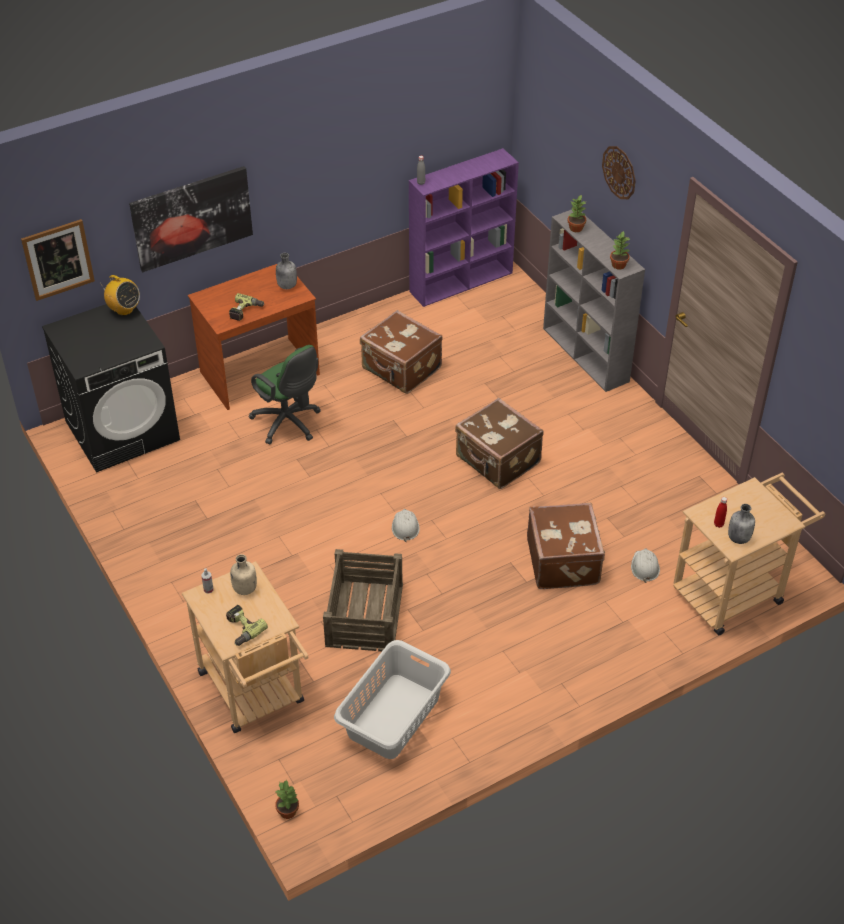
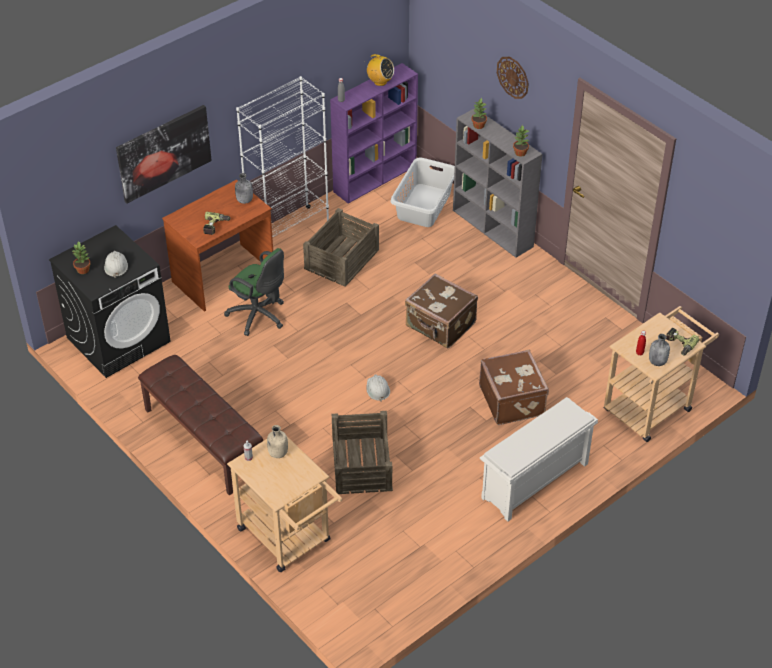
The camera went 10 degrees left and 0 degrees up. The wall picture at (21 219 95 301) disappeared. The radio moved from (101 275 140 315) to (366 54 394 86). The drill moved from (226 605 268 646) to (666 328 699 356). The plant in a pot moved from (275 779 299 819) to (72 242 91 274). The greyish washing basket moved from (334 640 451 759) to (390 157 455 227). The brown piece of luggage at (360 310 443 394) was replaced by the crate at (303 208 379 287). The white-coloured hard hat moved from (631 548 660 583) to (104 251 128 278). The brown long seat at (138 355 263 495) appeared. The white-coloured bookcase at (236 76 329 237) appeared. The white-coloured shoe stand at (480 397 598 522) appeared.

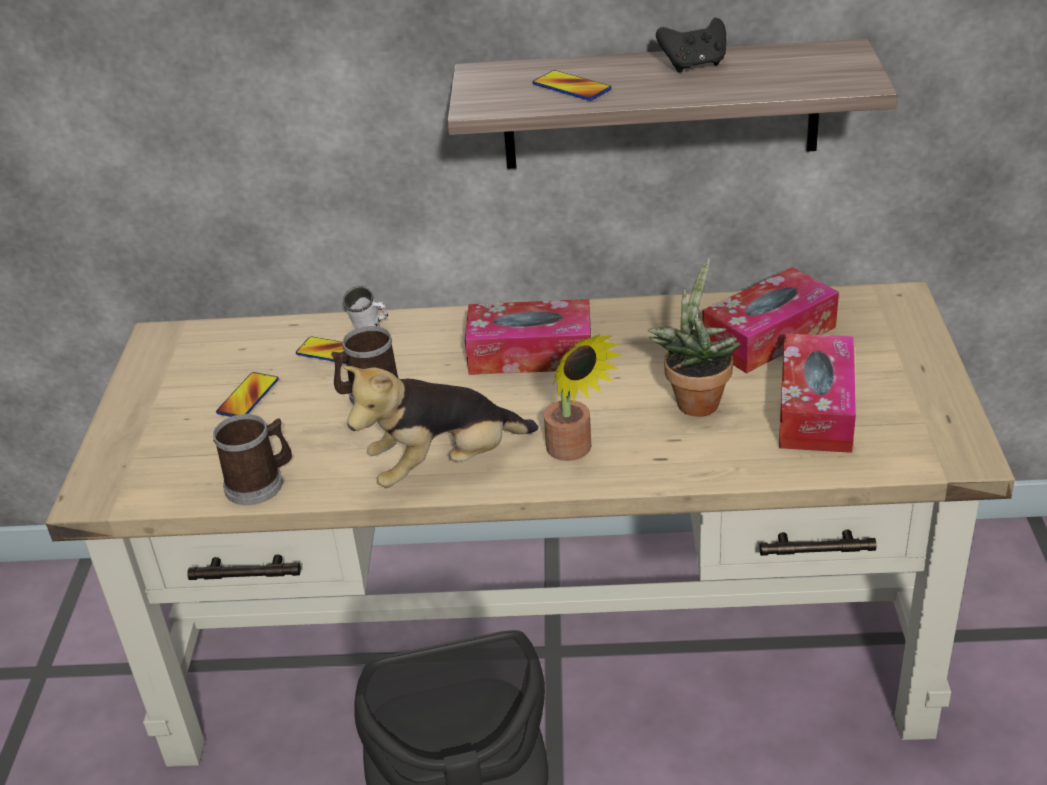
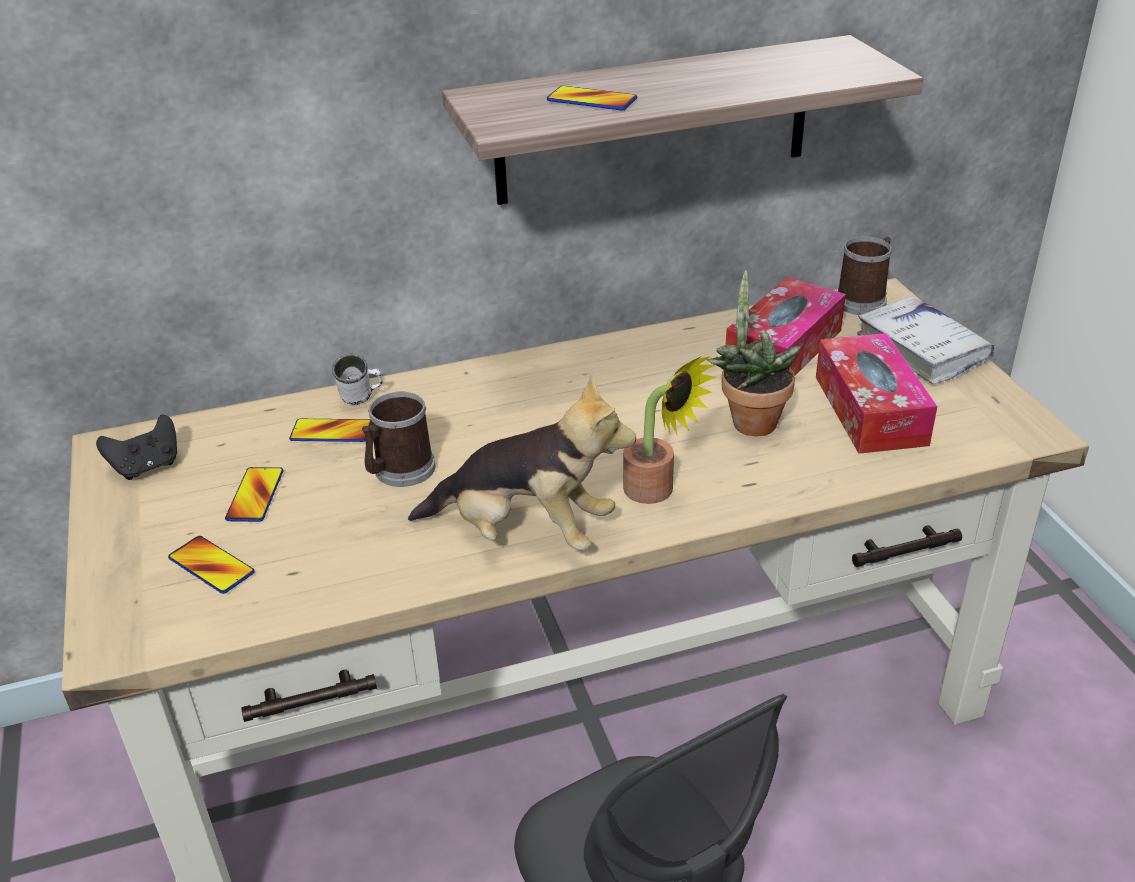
The camera went 20 degrees left and 0 degrees up. The tea mug moved from (213 414 292 505) to (837 237 892 315). The plush toy at (342 366 538 488) turned 120 degrees counterclockwise. The tissue box at (465 299 591 375) disappeared. The black game controller moved from (656 18 726 73) to (96 415 177 480). The telephone at (168 536 255 594) appeared. The white-coloured volume at (857 296 995 384) appeared.

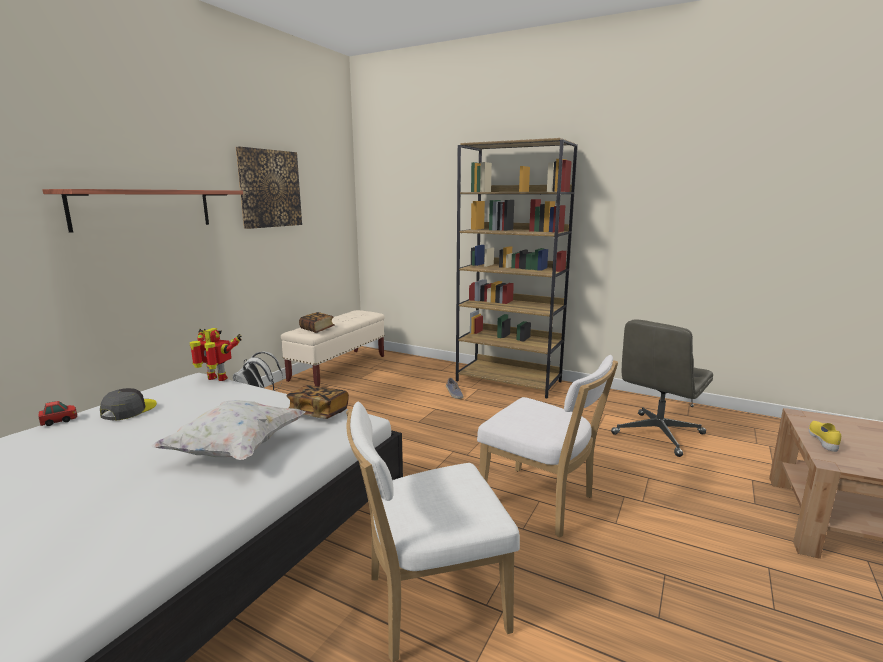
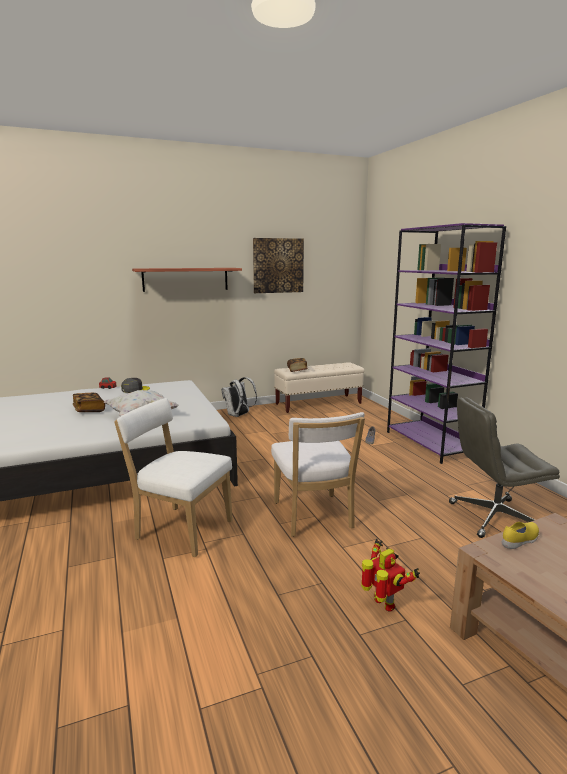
The camera went 40 degrees right and 0 degrees up. The toy robot moved from (190 328 241 381) to (361 538 420 612). The volume moved from (287 385 349 419) to (73 393 105 412). The brown bookcase at (456 138 578 399) became the purple-coloured bookcase at (387 223 506 464).

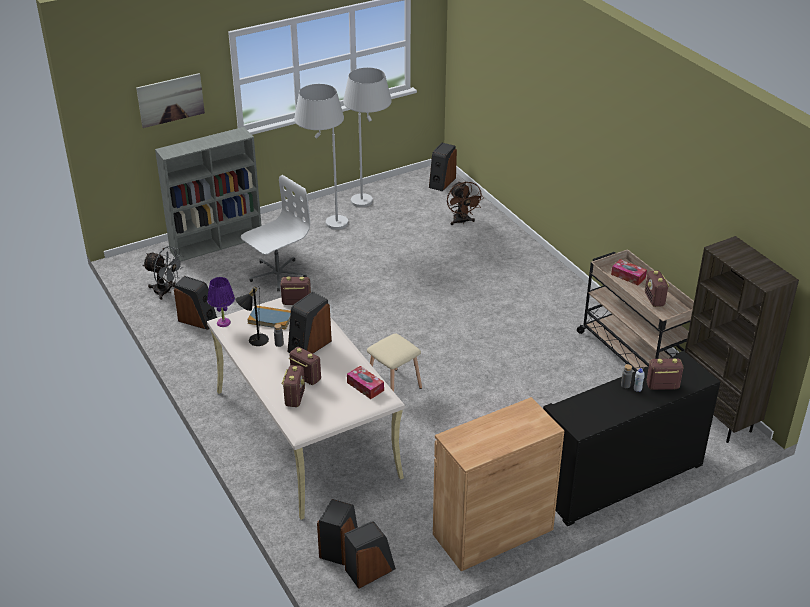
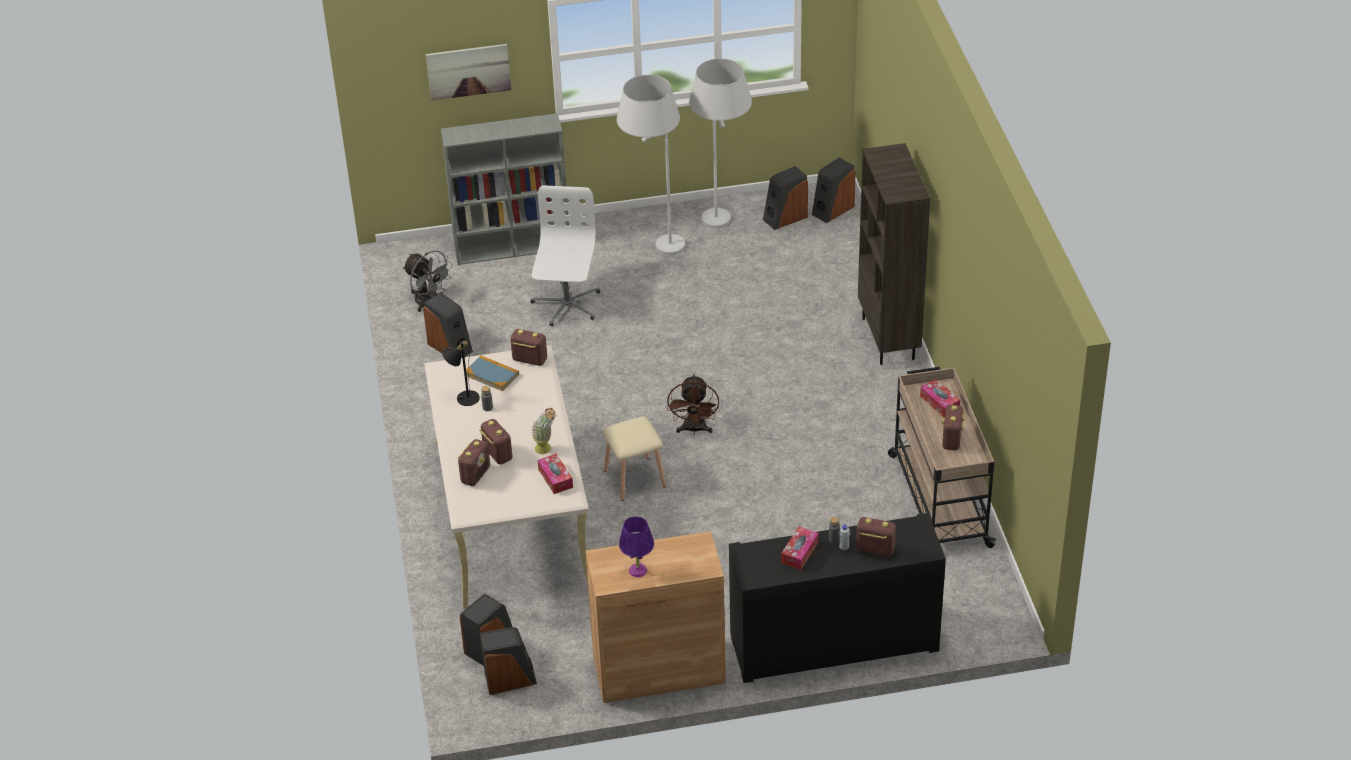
The camera went 20 degrees right and 5 degrees up. The purple-coloured tabletop lamp moved from (207 277 235 327) to (619 517 654 577). The white-coloured computer chair at (241 175 310 291) turned 60 degrees counterclockwise. The audio speaker moved from (288 292 332 354) to (763 166 808 230). The brown fan moved from (447 181 484 225) to (667 374 719 435). The brown bookcase moved from (685 236 799 443) to (858 143 930 365). The plant in a pot at (532 408 556 454) appeared. The tissue box at (781 527 818 570) appeared.

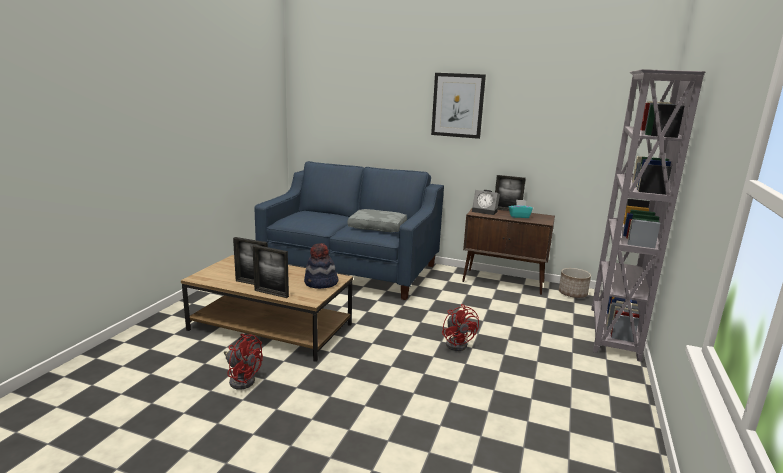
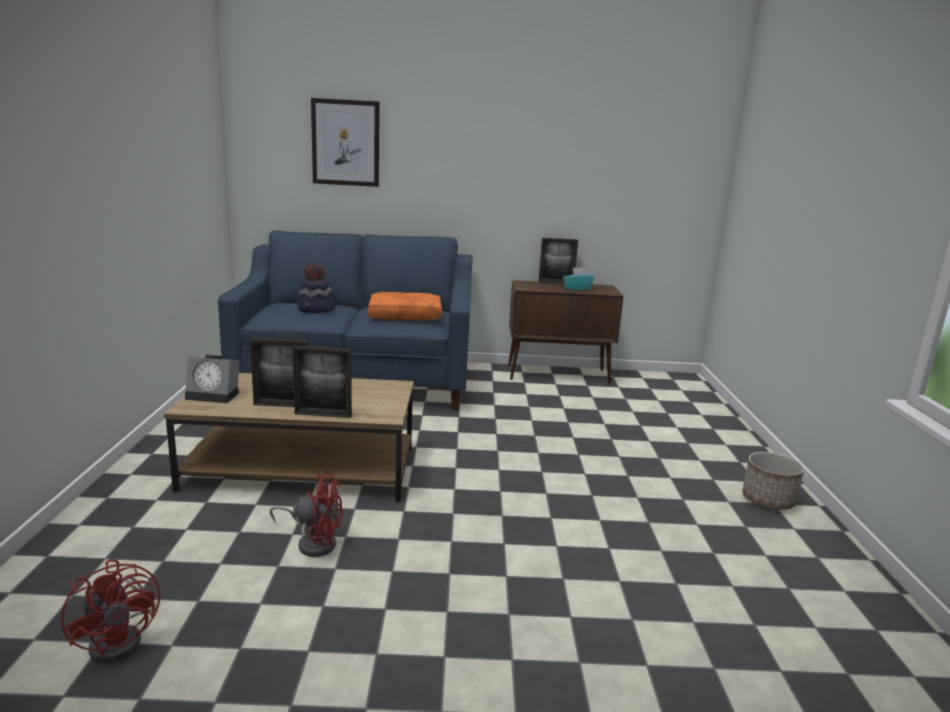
The camera went 20 degrees left and 0 degrees up. The clothing hat moved from (304 243 339 289) to (298 263 335 313). The greyish throw pillow at (347 209 407 232) became the orange throw pillow at (368 292 442 320). The wall picture moved from (431 73 486 139) to (311 98 380 187). The red fan moved from (442 304 479 351) to (61 559 160 663). The alarm clock moved from (472 190 500 215) to (185 355 240 403). The plant pot moved from (559 268 591 298) to (742 452 804 510). The greyish bookcase at (591 69 706 362) disappeared.

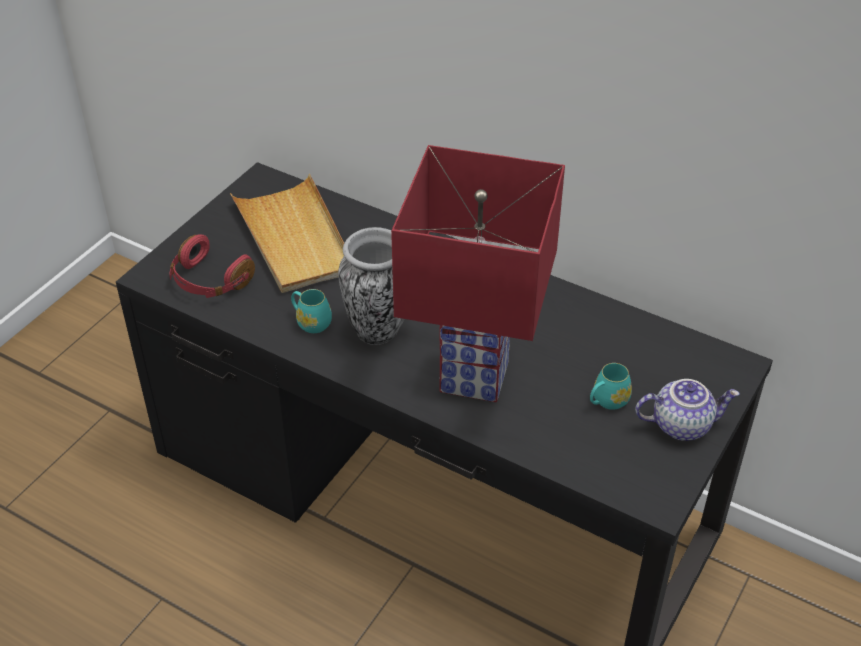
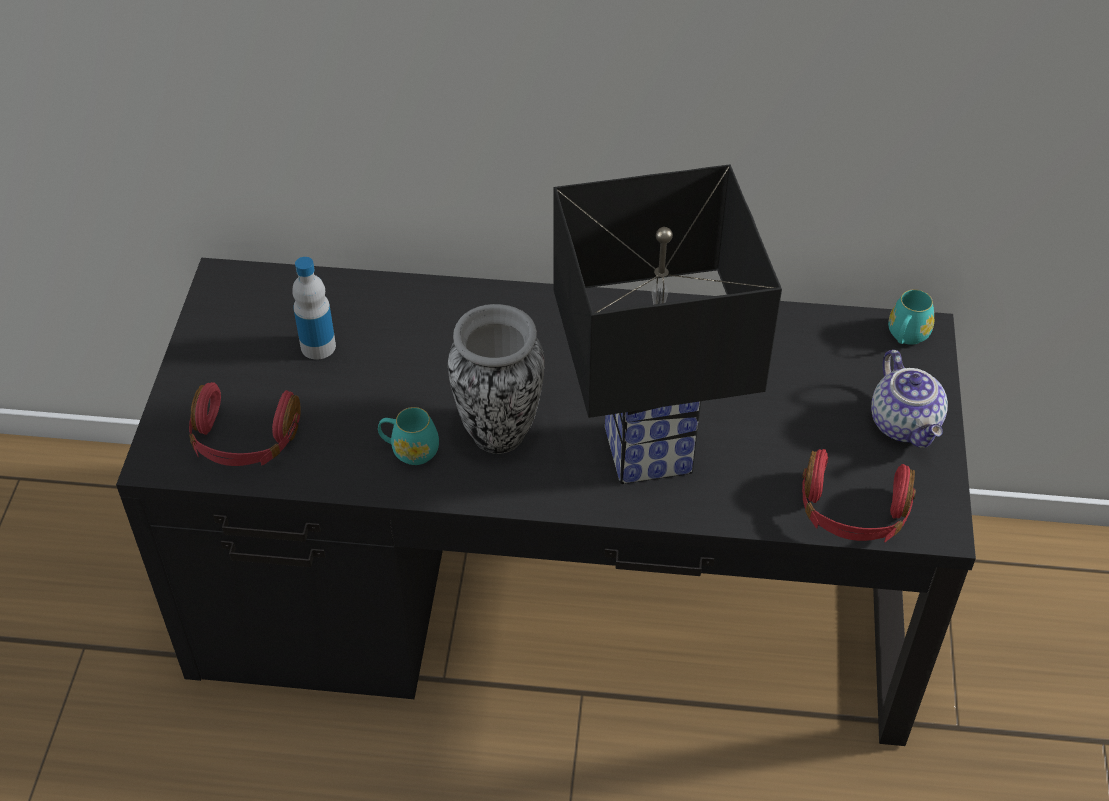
The camera went 25 degrees left and 5 degrees up. The beige carrying tray at (230 174 344 293) was replaced by the drink bottle at (292 257 336 360). The red tabletop lamp at (391 145 565 402) became the black tabletop lamp at (554 164 782 484). The turquoise tea mug moved from (590 363 632 410) to (888 289 934 345). The teapot at (635 379 740 441) turned 105 degrees clockwise. The red pair of headphones at (802 449 916 542) appeared.

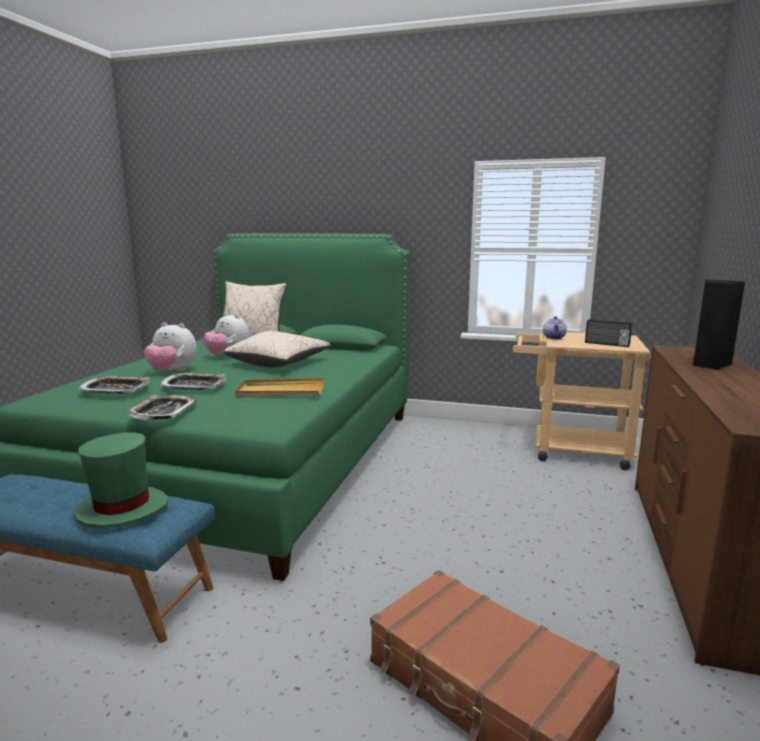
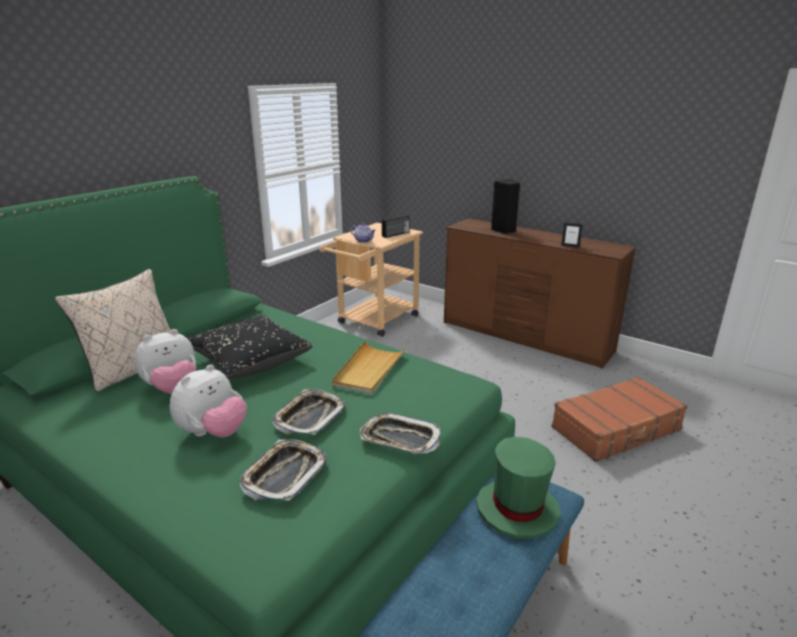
The camera went 70 degrees left and 10 degrees up. The beige throw pillow at (224 331 330 367) became the black throw pillow at (187 315 312 379). The picture frame at (561 222 583 248) appeared.

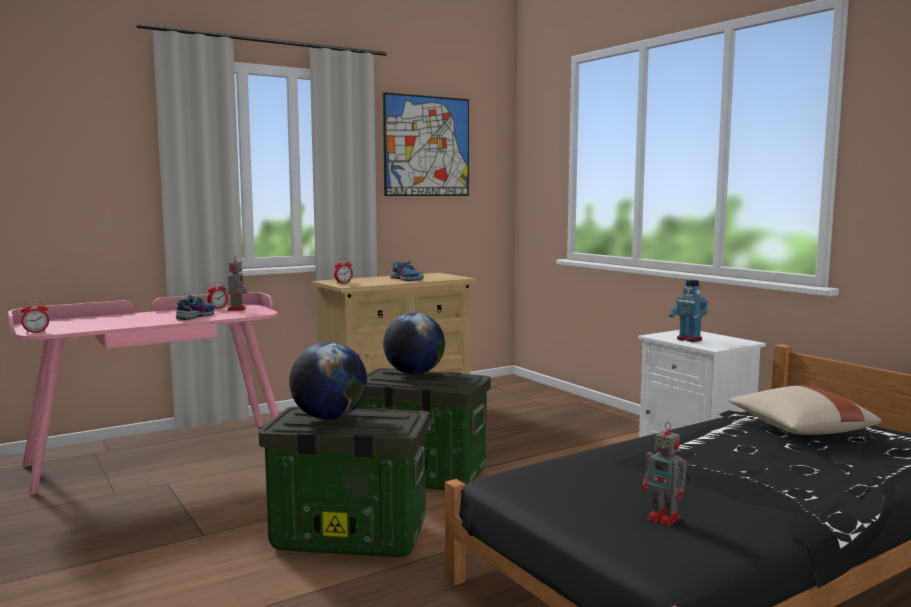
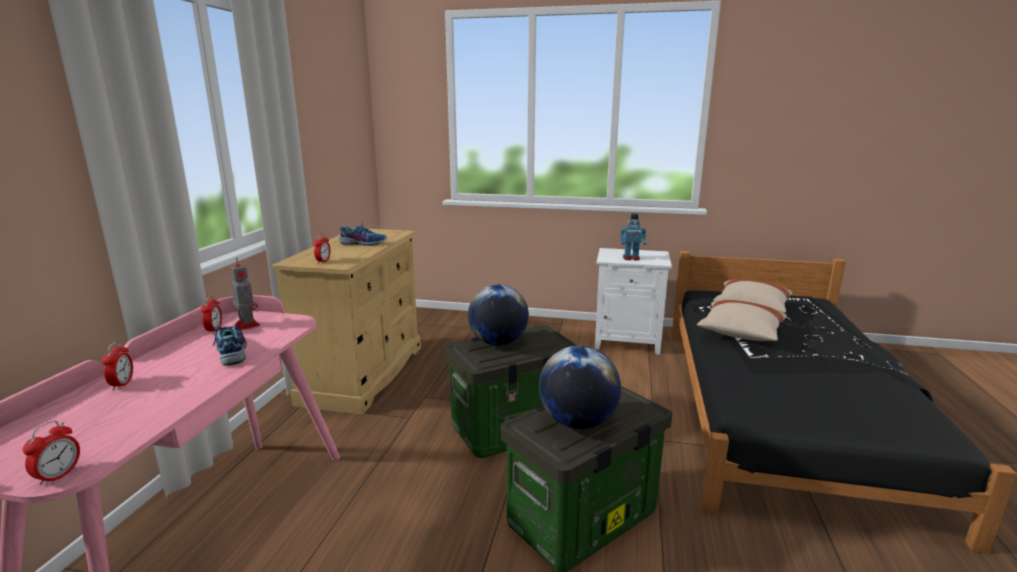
The camera went 45 degrees left and 10 degrees up. The wall picture at (383 92 469 196) disappeared. The toy robot at (642 422 691 526) disappeared. The alarm clock at (102 342 133 390) appeared. The beige throw pillow at (697 300 787 341) appeared.

